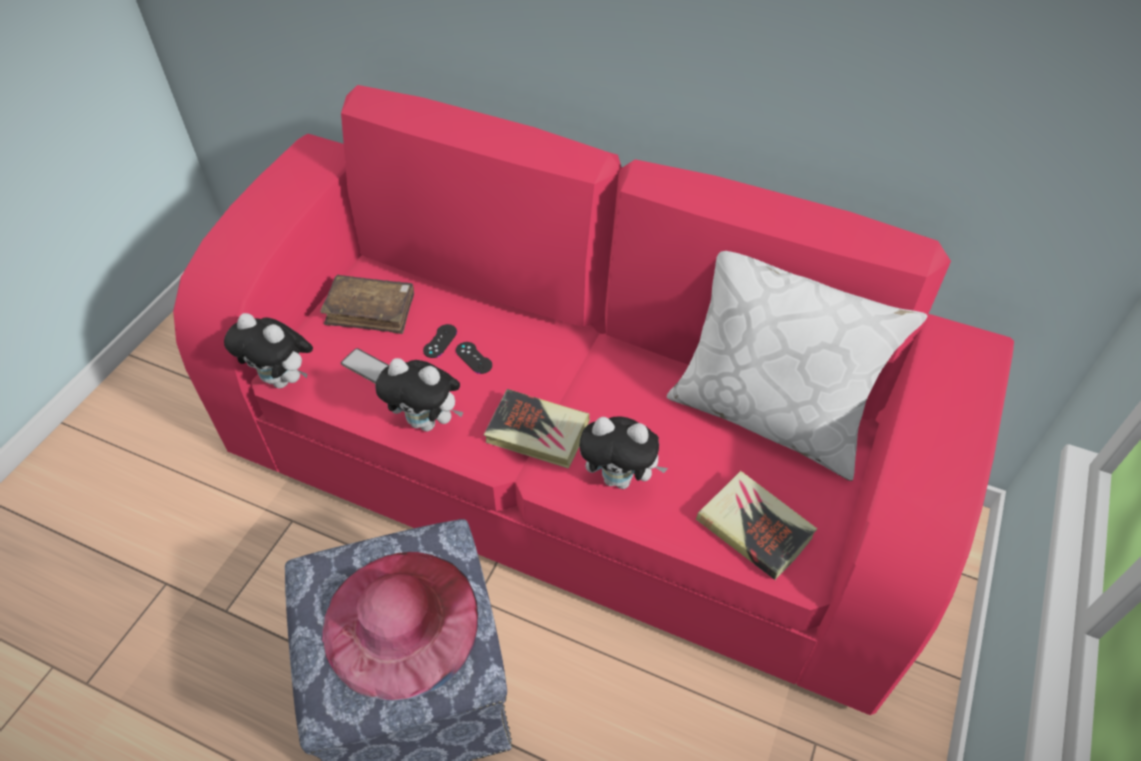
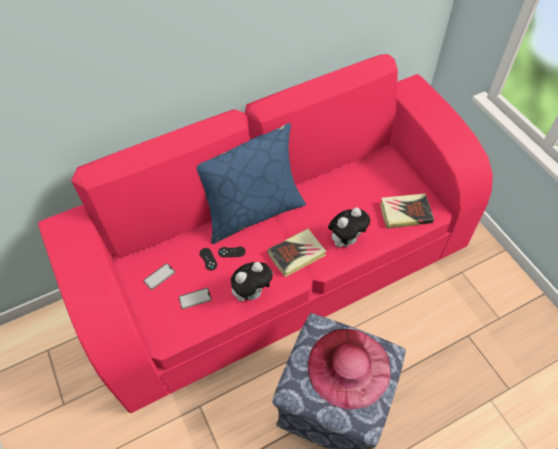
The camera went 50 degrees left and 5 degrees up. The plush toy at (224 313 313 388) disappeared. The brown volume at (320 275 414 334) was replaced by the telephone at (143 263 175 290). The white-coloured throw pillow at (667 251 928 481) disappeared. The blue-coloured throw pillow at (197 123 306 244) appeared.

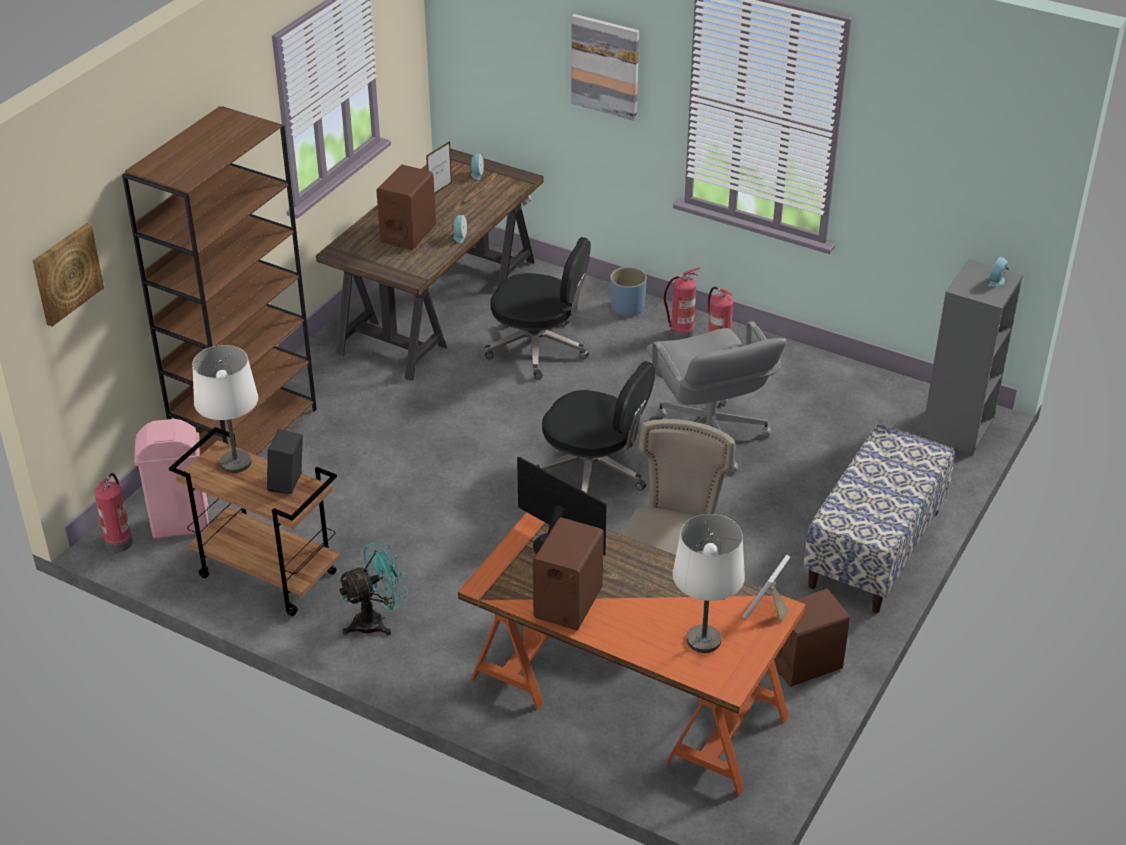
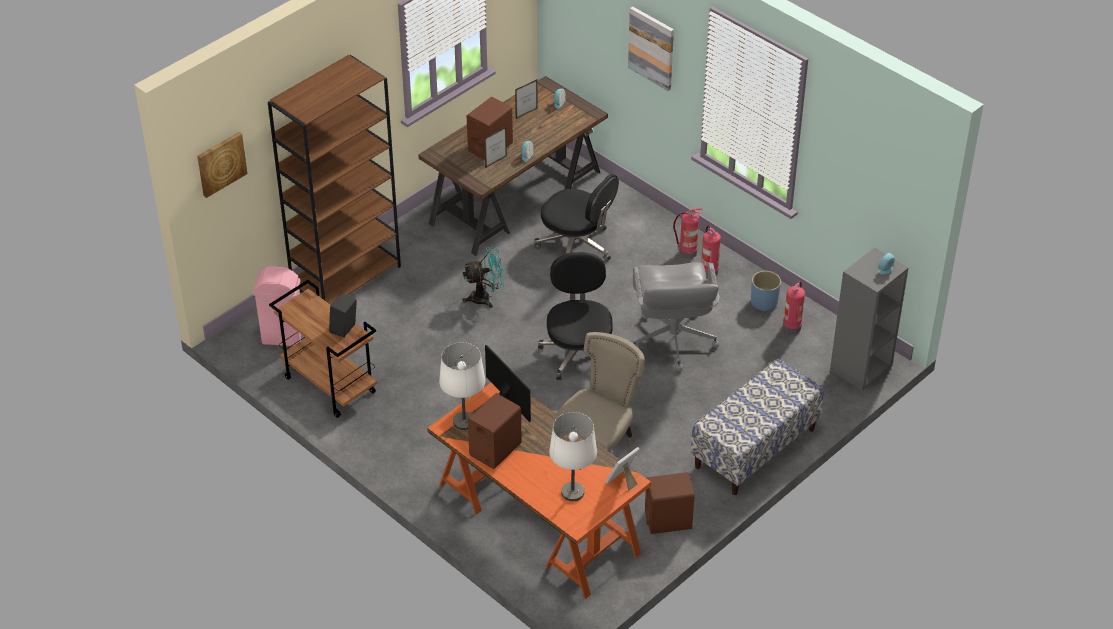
The camera went 15 degrees right and 5 degrees up. The fire-fighting cylinder moved from (94 473 133 552) to (783 281 805 334). The white-coloured tabletop lamp moved from (192 345 258 473) to (439 342 486 430). The turquoise fan moved from (338 540 408 635) to (463 247 505 308). The black computer chair at (536 361 655 493) turned 135 degrees counterclockwise. The blue-coloured plant pot moved from (610 267 647 317) to (751 271 781 311). The picture frame at (484 127 507 168) appeared.

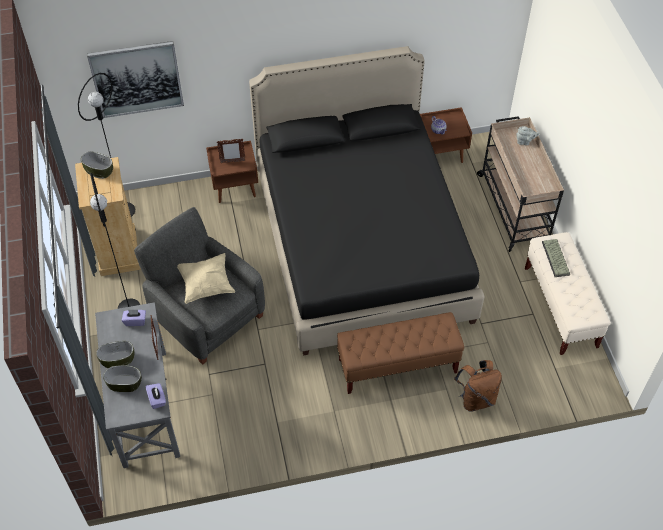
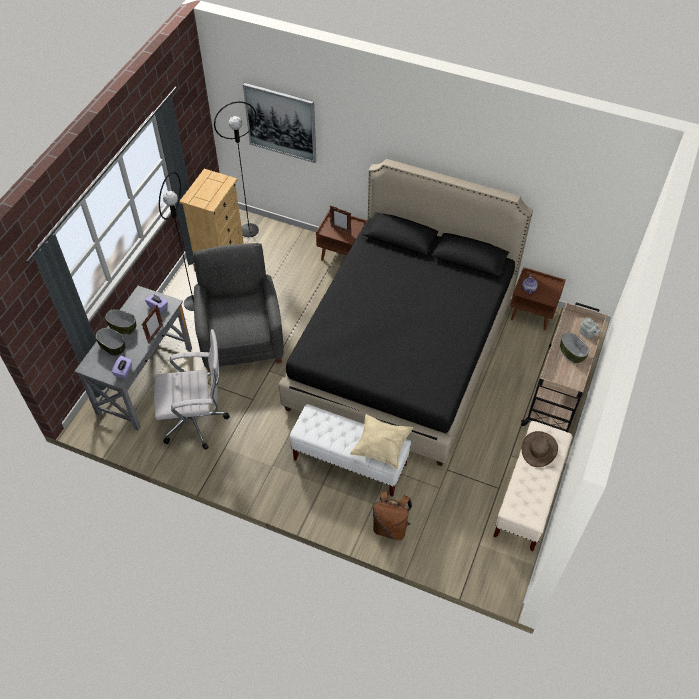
The camera went 35 degrees right and 0 degrees up. The bowl moved from (81 152 113 179) to (560 333 589 363). The beige throw pillow moved from (177 253 235 304) to (350 414 413 469). The brown long seat at (337 312 464 394) became the white-coloured long seat at (290 404 411 497). The keyboard at (542 239 570 277) was replaced by the brown clothing hat at (521 431 558 467). The white-coloured computer chair at (154 329 230 450) appeared.

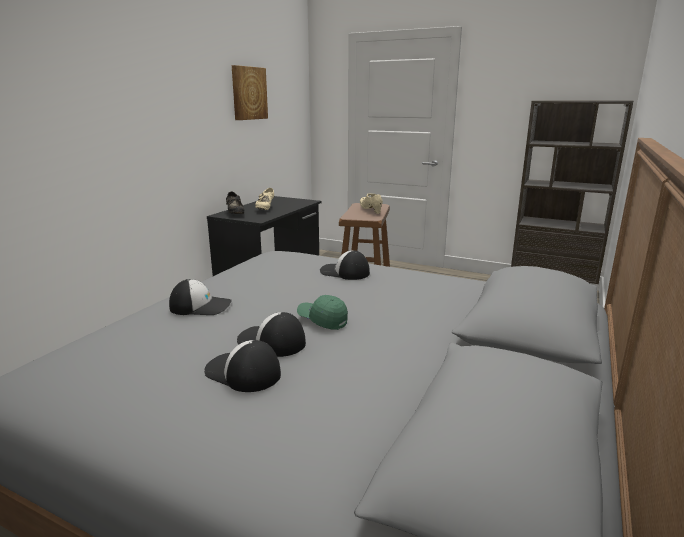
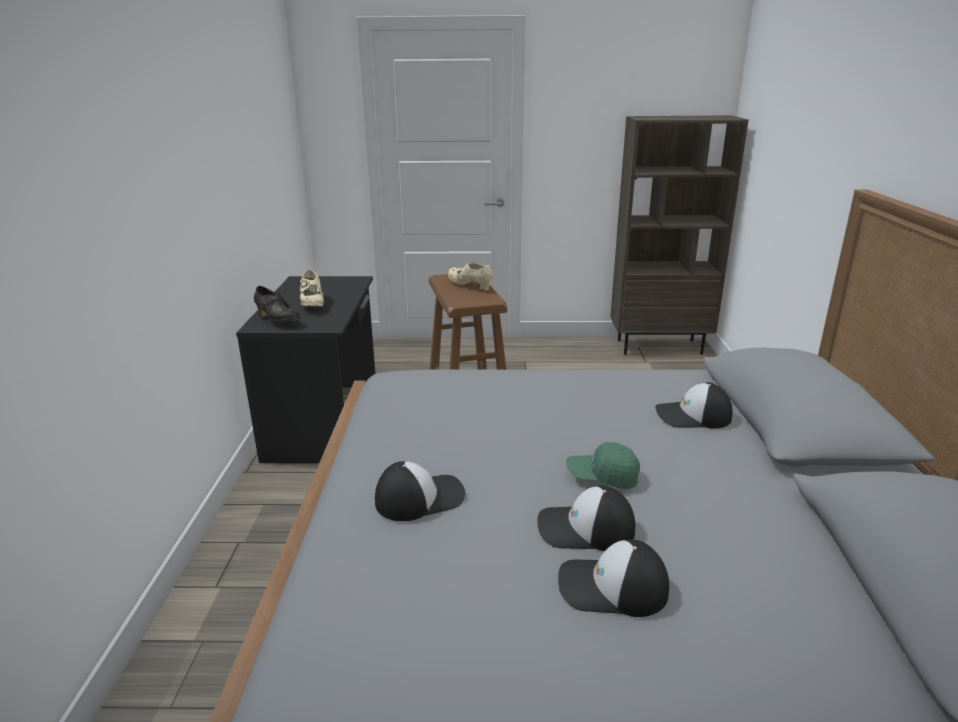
The camera went 25 degrees left and 5 degrees up. The wall picture at (232 65 268 120) disappeared. The peaked cap moved from (320 250 370 280) to (655 382 733 429).

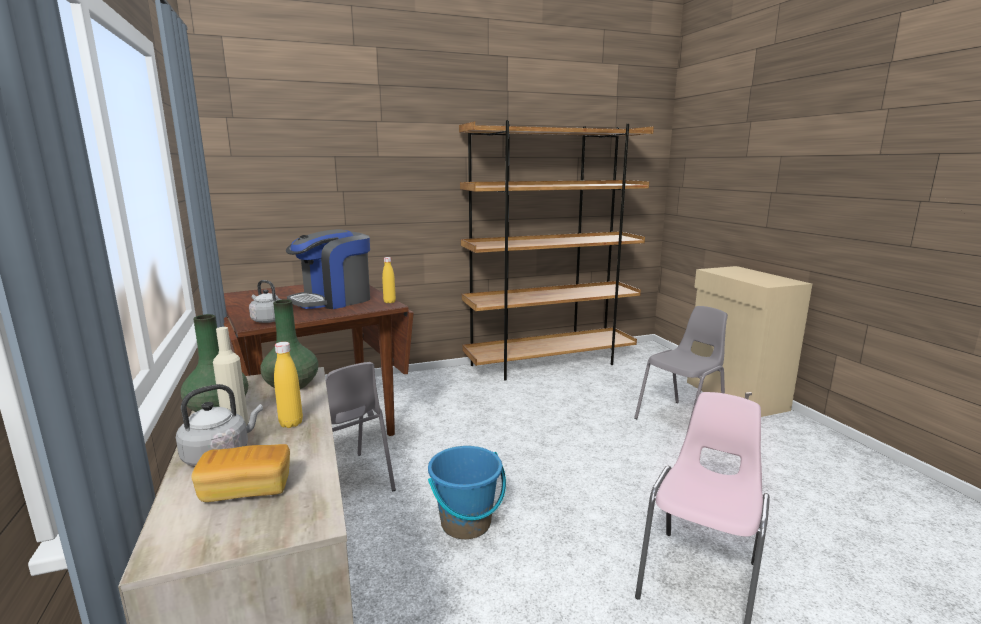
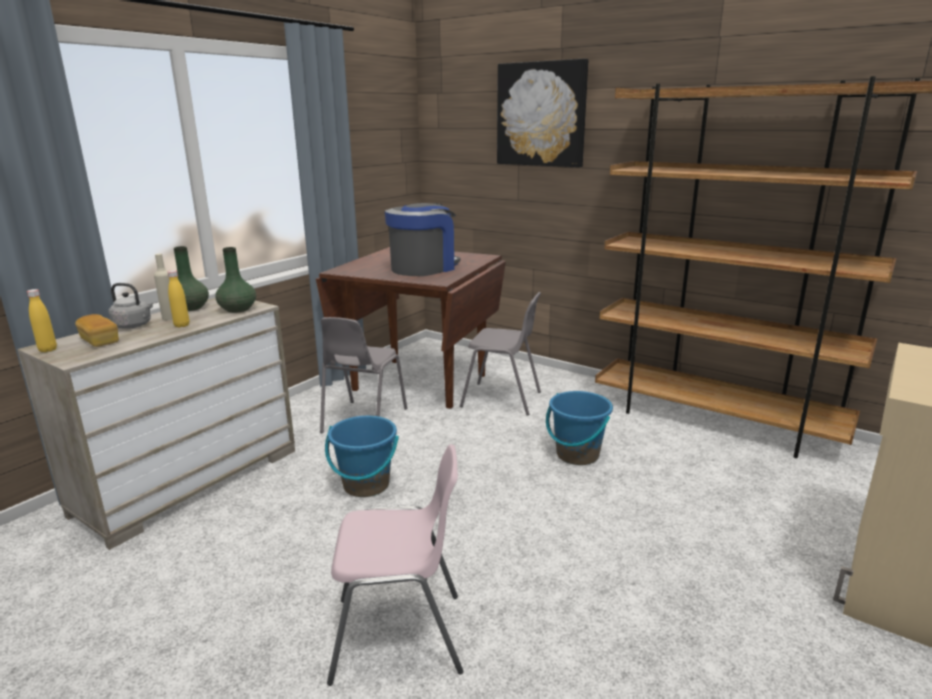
The camera went 55 degrees right and 5 degrees up. The greyish tea kettle at (249 280 281 323) disappeared. The coffee brewer at (286 229 370 309) turned 120 degrees clockwise. The yellowish drink bottle moved from (382 257 396 303) to (27 289 57 352). The greyish chair moved from (634 306 728 431) to (460 292 541 415). The wall picture at (497 59 588 167) appeared. The blue-coloured bucket at (546 391 613 465) appeared.

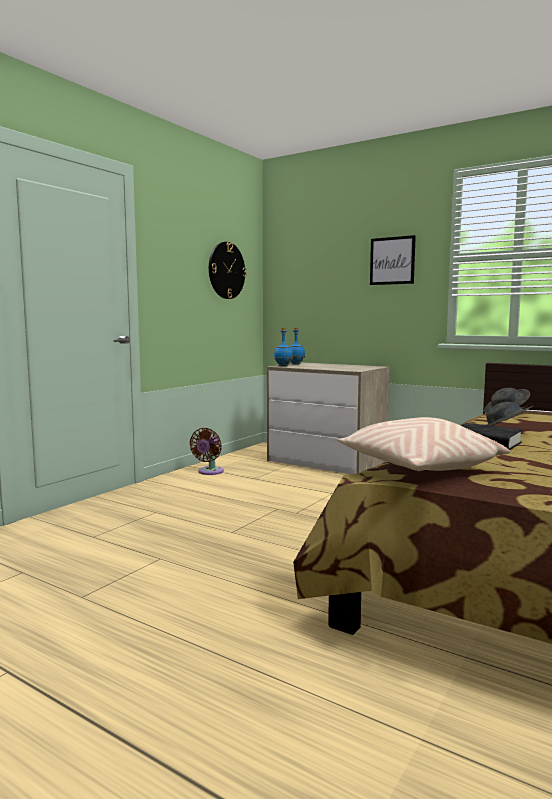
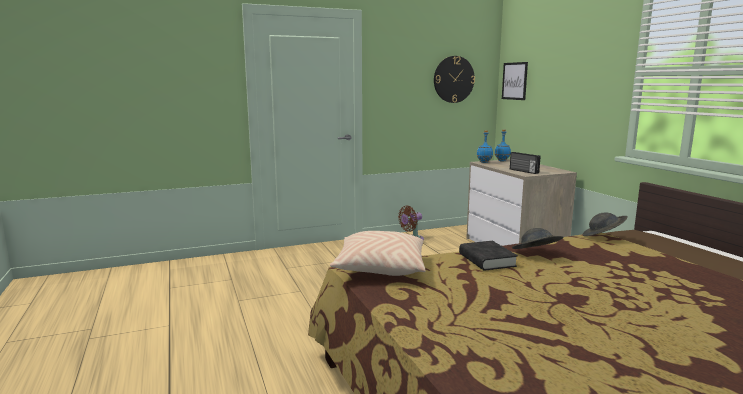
The camera went 35 degrees right and 5 degrees up. The wall picture moved from (370 235 416 285) to (502 62 528 100). The radio at (510 152 541 174) appeared.

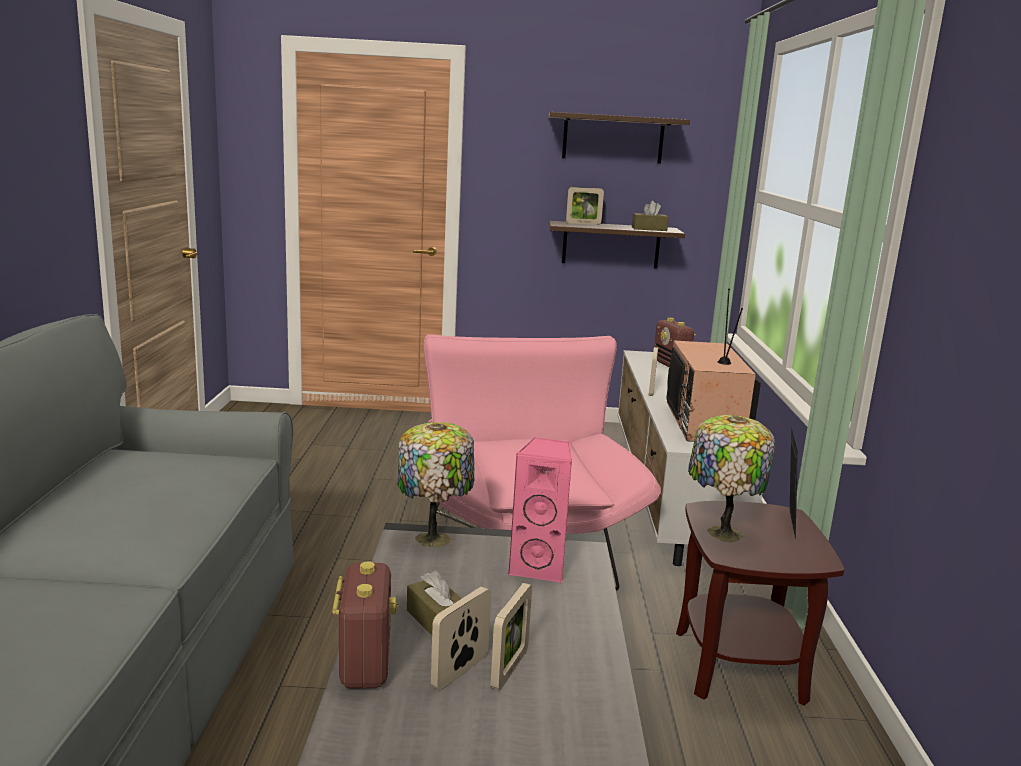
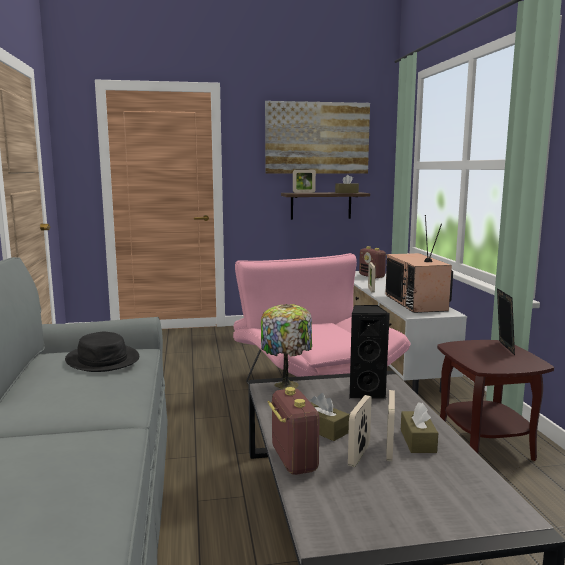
The camera went 10 degrees left and 5 degrees down. The pinkish audio speaker at (508 438 572 584) became the black audio speaker at (349 305 390 399). The shelf at (549 112 690 164) was replaced by the wall picture at (265 101 370 174). The tabletop lamp at (688 415 775 543) disappeared. The black clothing hat at (65 332 139 372) appeared. The brown tissue box at (401 402 438 453) appeared.

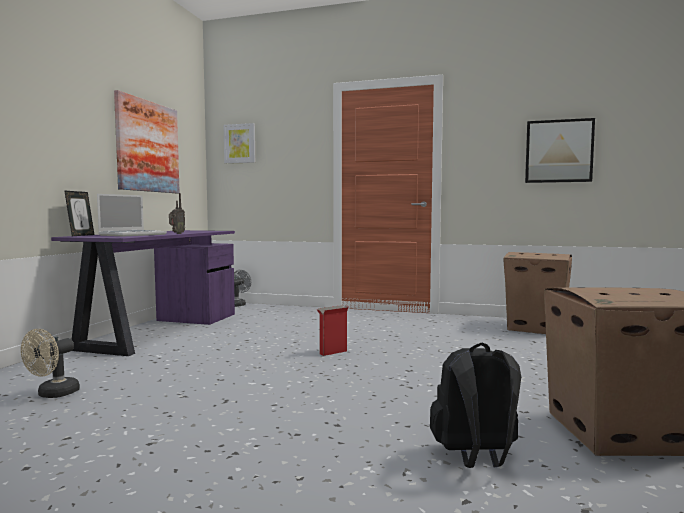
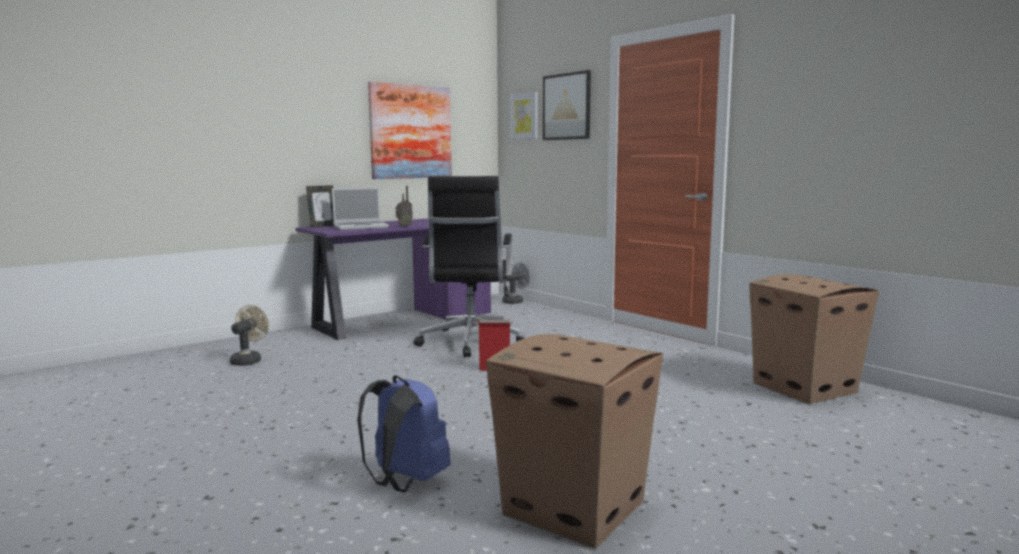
The camera went 35 degrees right and 5 degrees up. The beige fan at (21 329 80 398) turned 135 degrees clockwise. The black knapsack at (430 343 521 468) became the blue-coloured knapsack at (357 375 451 493). The wall picture moved from (525 118 595 183) to (543 70 591 140). The black computer chair at (413 176 524 357) appeared.

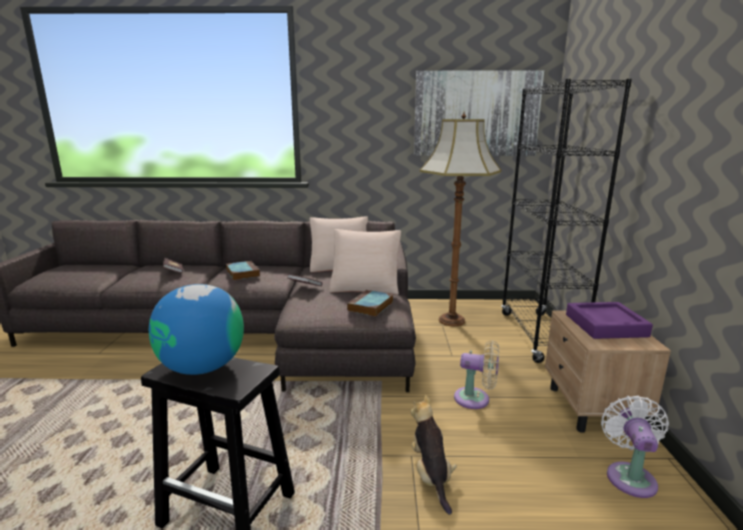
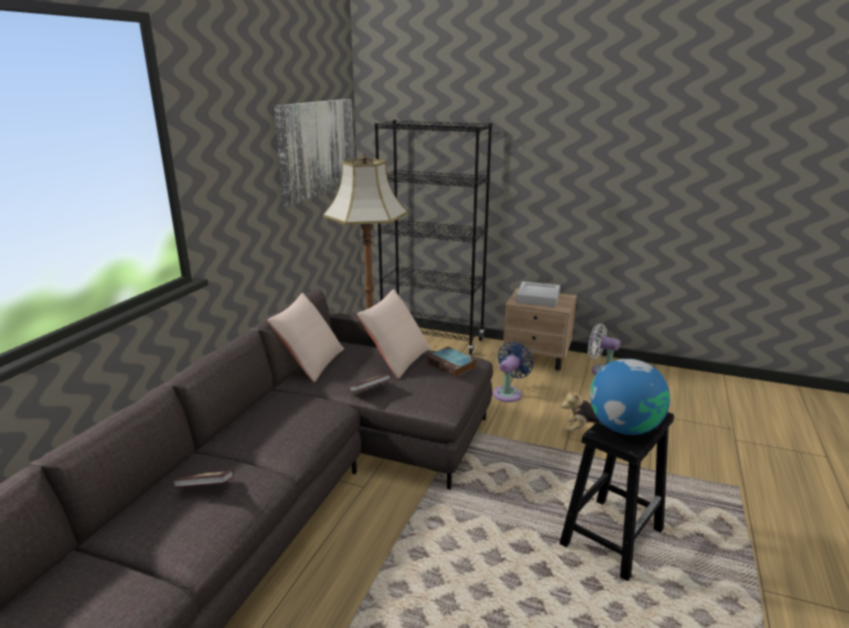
The camera went 70 degrees left and 5 degrees up. The volume at (226 261 260 281) disappeared. The beige fan at (454 340 499 409) became the blue-coloured fan at (493 342 533 402). The purple-coloured carrying tray at (566 302 653 339) became the greyish carrying tray at (516 282 560 307).

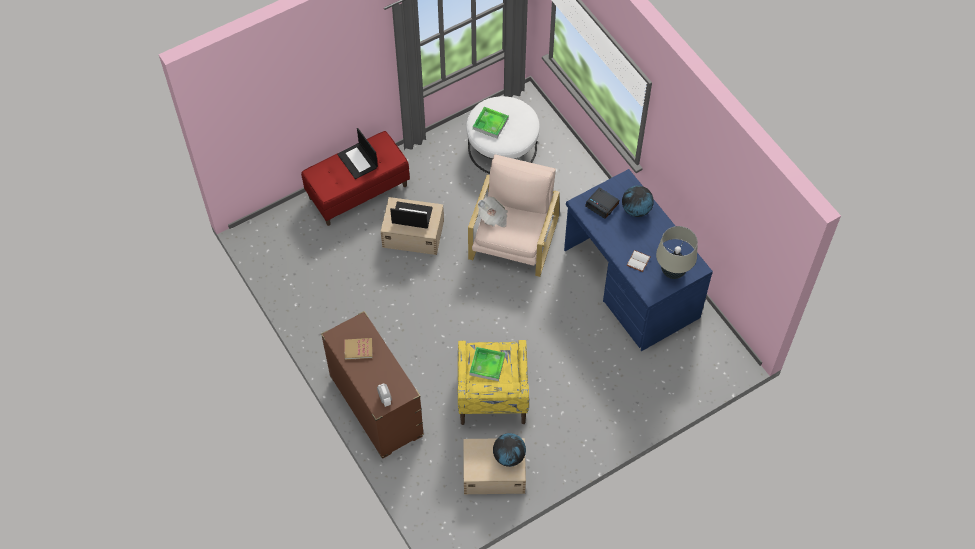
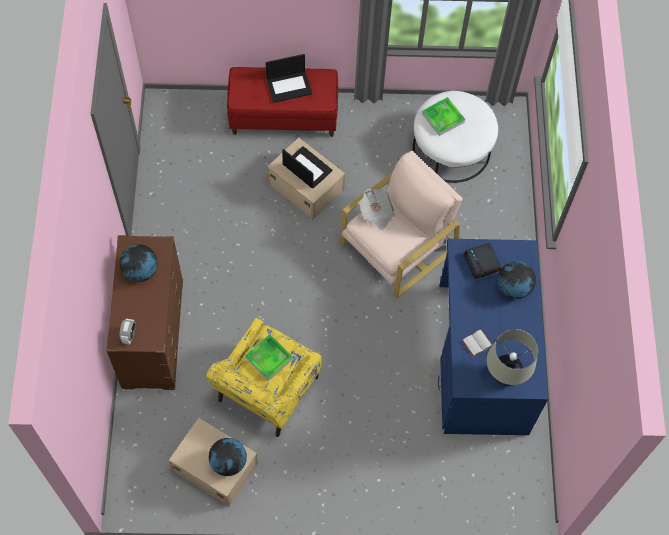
The camera went 30 degrees right and 5 degrees up. The laptop at (337 128 378 179) turned 105 degrees counterclockwise. The volume at (344 338 373 360) was replaced by the world globe at (119 244 158 282).

